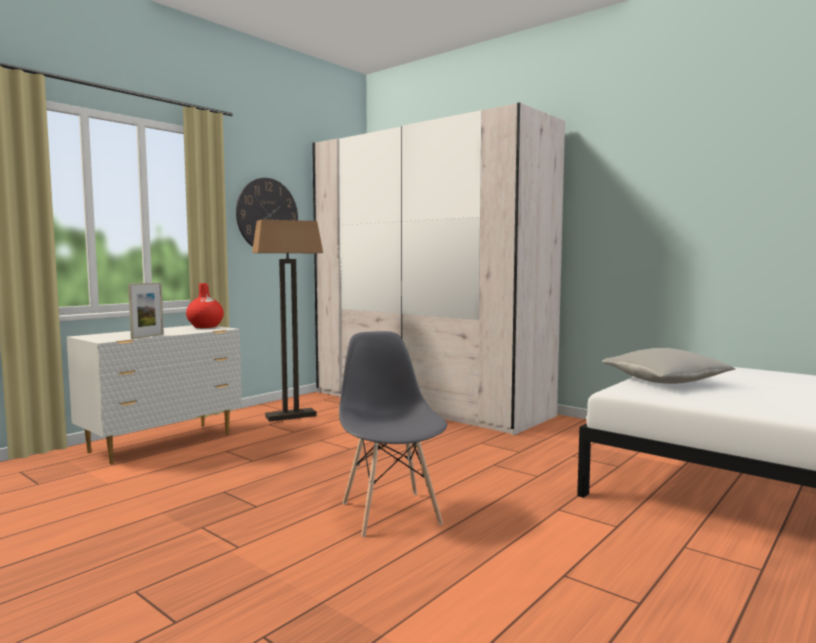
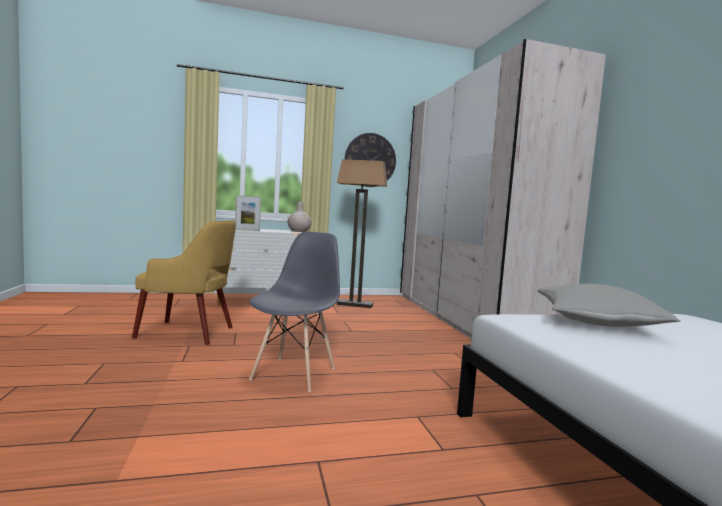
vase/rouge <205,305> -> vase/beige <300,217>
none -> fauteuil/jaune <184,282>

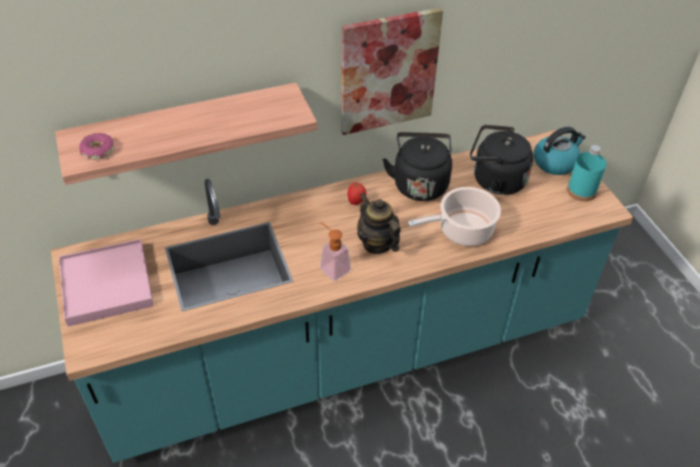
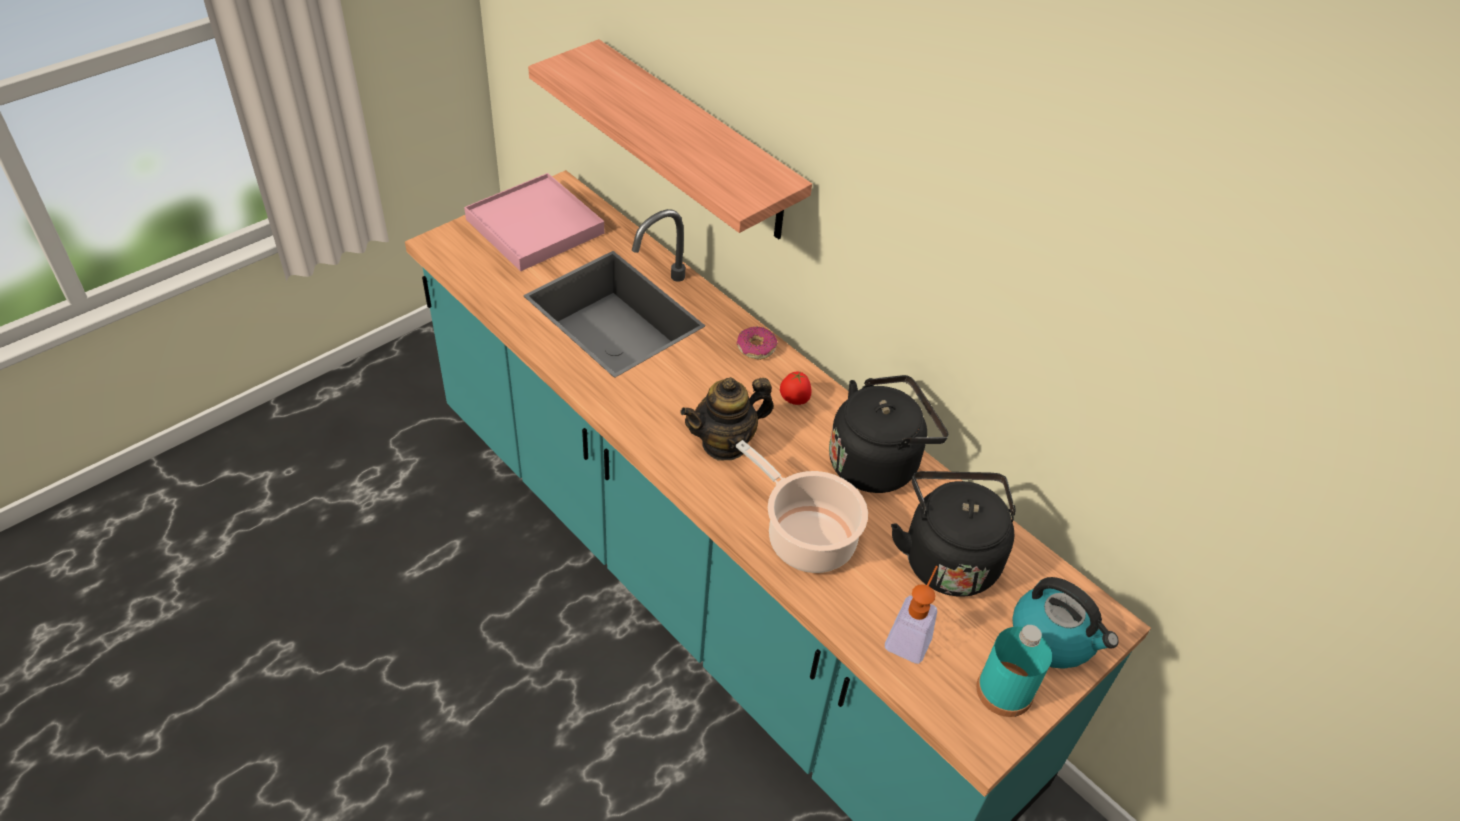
tableau <392,71> -> none
beignet <96,146> -> beignet <757,343>, relocated
théière <379,223> -> théière <727,419>, 150 degrees counterclockwise
distributeur de savon <335,251> -> distributeur de savon <911,615>, relocated

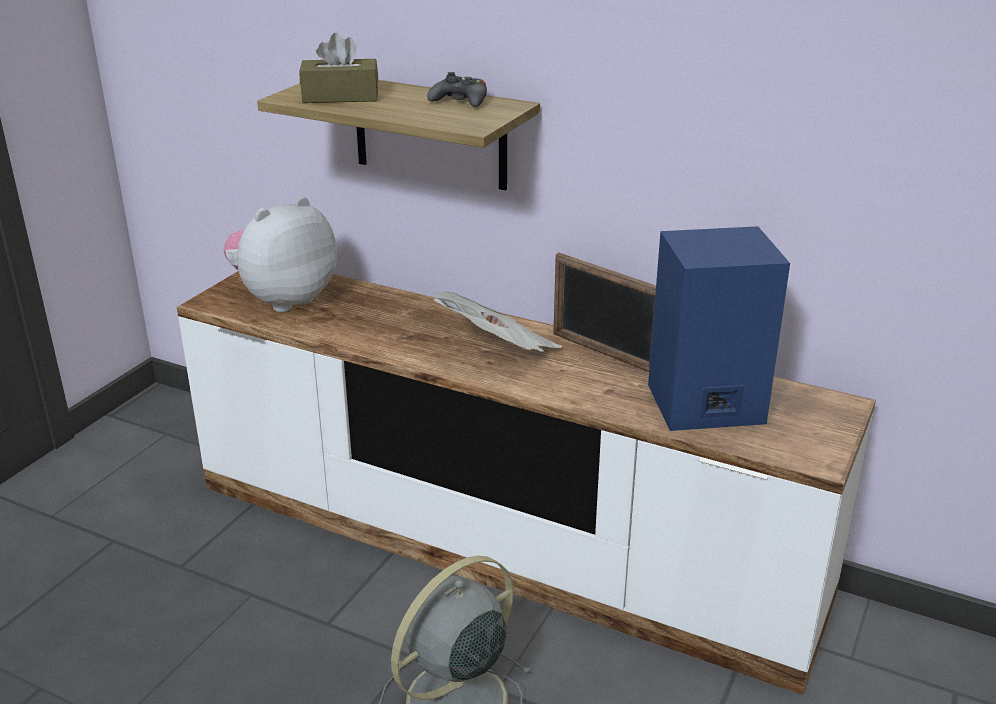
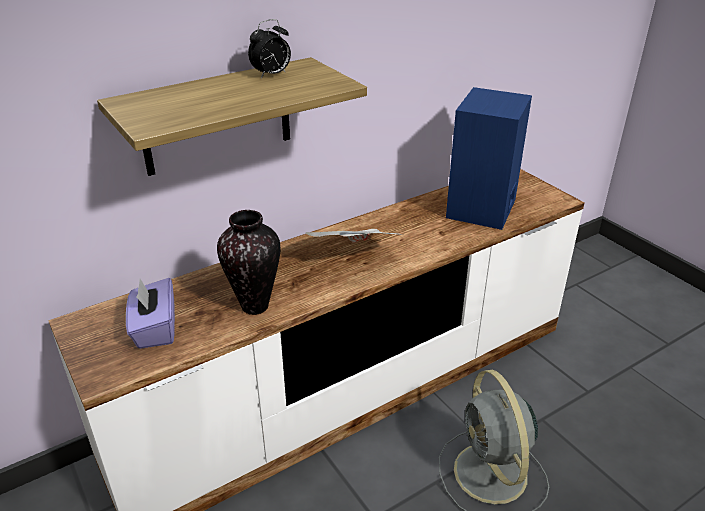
boîte à mouchoirs/marron <338,68> -> none
manette/noir <457,89> -> réveil <269,48>
peluche <280,254> -> boîte à mouchoirs/violet <150,313>
cadre photo <604,312> -> none
none -> vase <248,262>

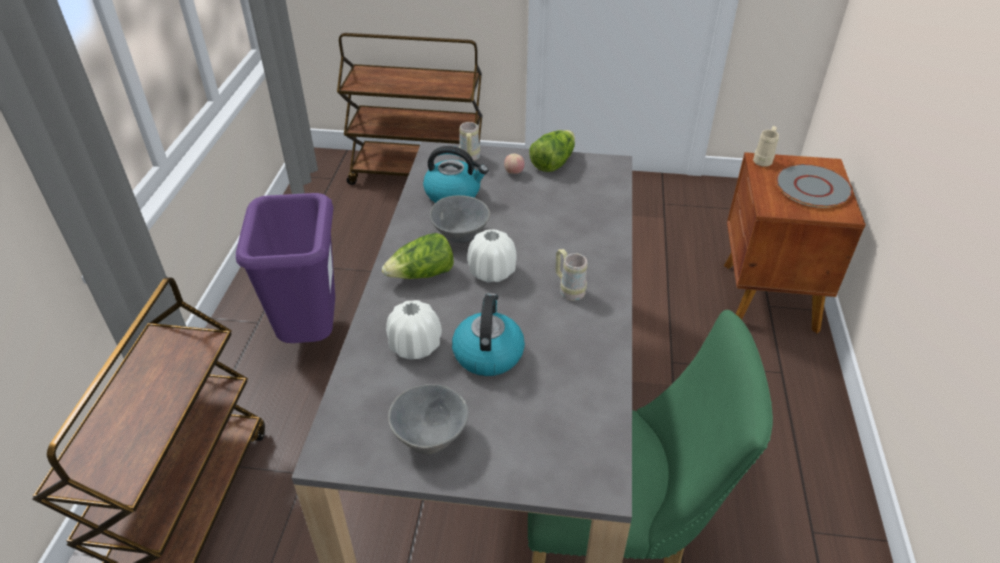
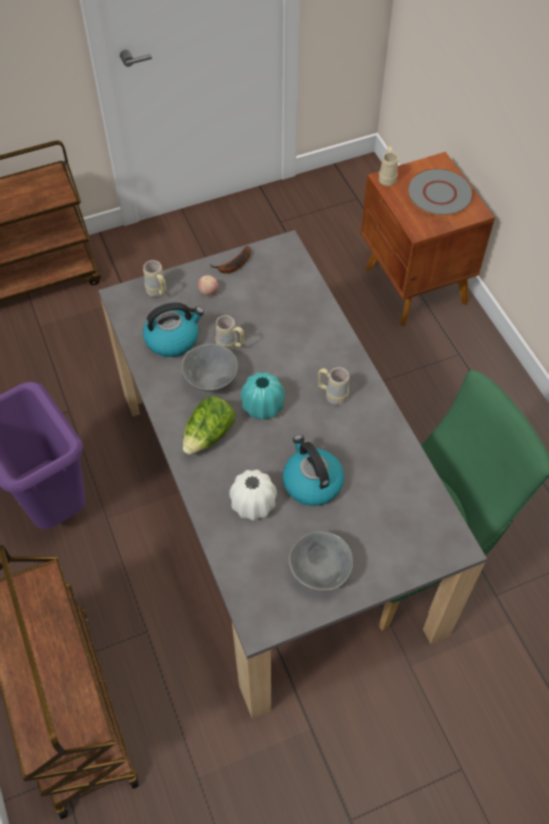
laitue <552,151> -> banane <230,259>
vase/blanc <492,256> -> vase/turquoise <262,396>
none -> mug/beige <229,333>

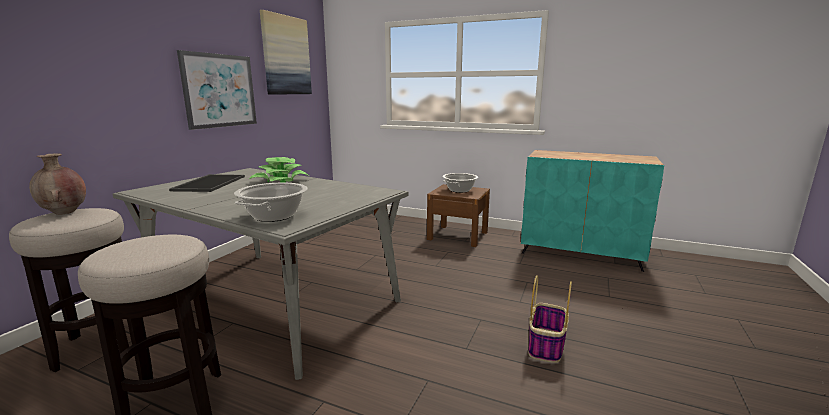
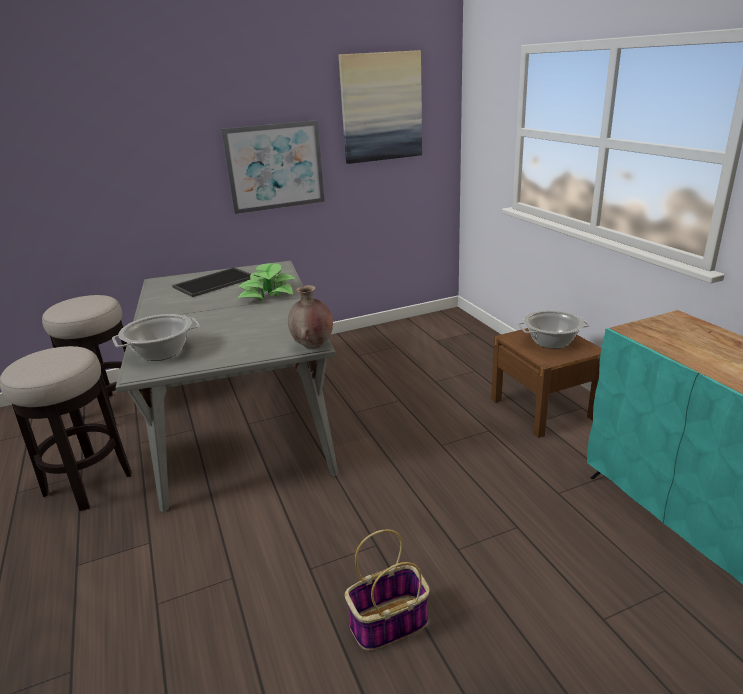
vase/marron <57,184> -> vase/marron <310,317>, relocated

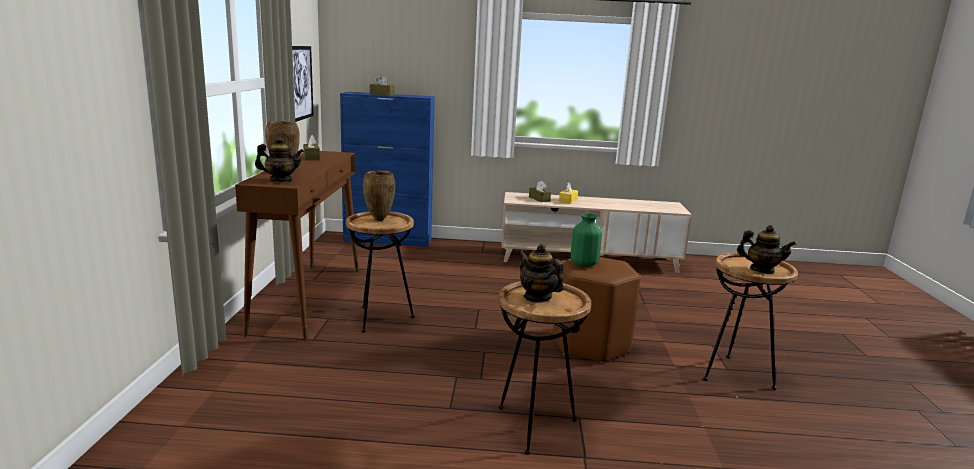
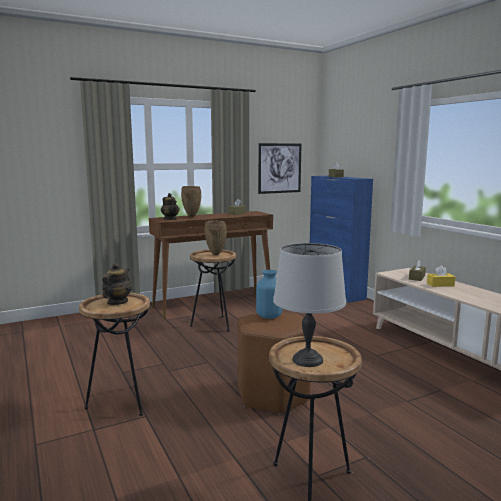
vase/vert <586,240> -> vase/bleu <269,294>
théière <766,249> -> lampe de table/gris <309,305>

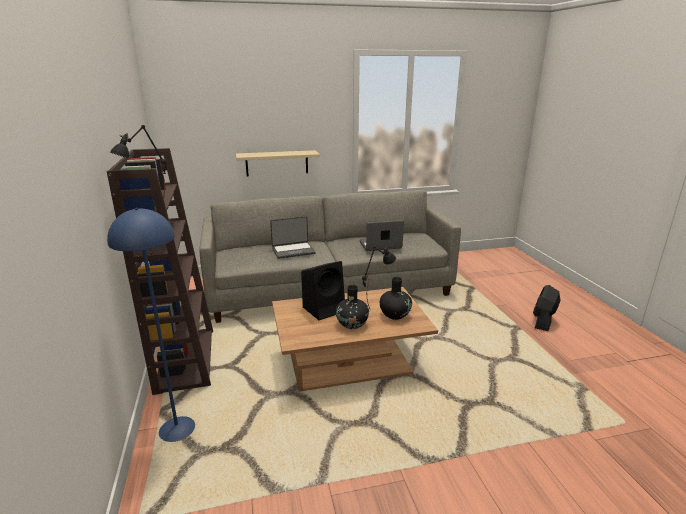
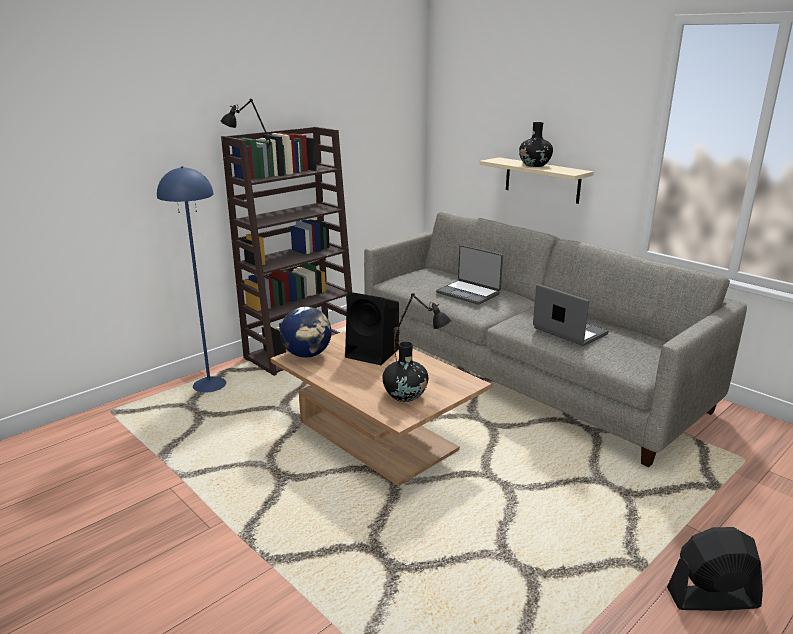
vase/noir <352,307> -> vase/noir <536,144>, relocated
none -> globe <306,332>

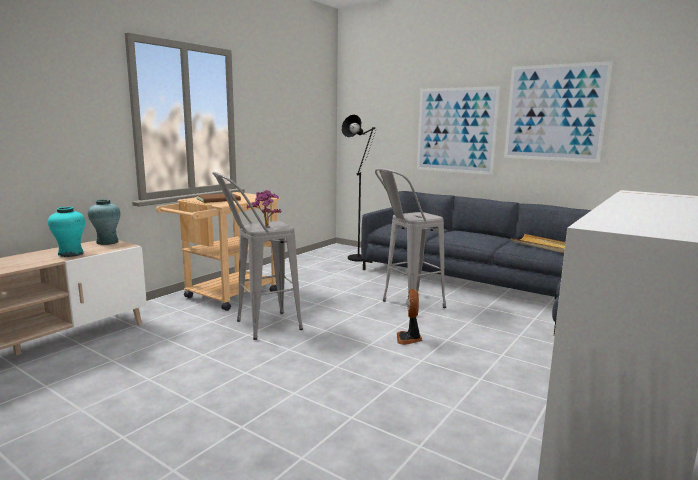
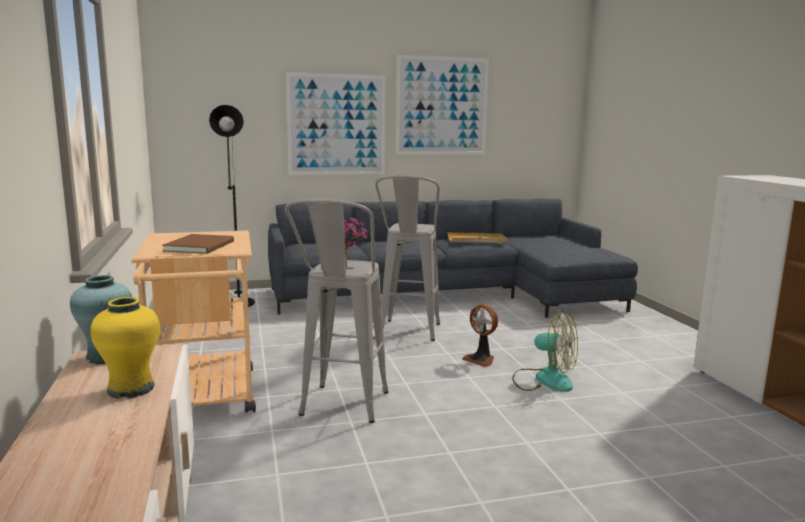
vase/turquoise <66,232> -> vase/jaune <125,348>
none -> ventilateur <545,351>

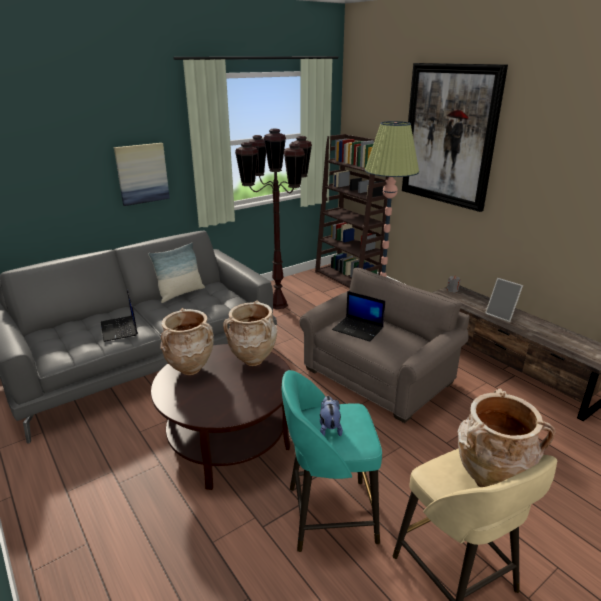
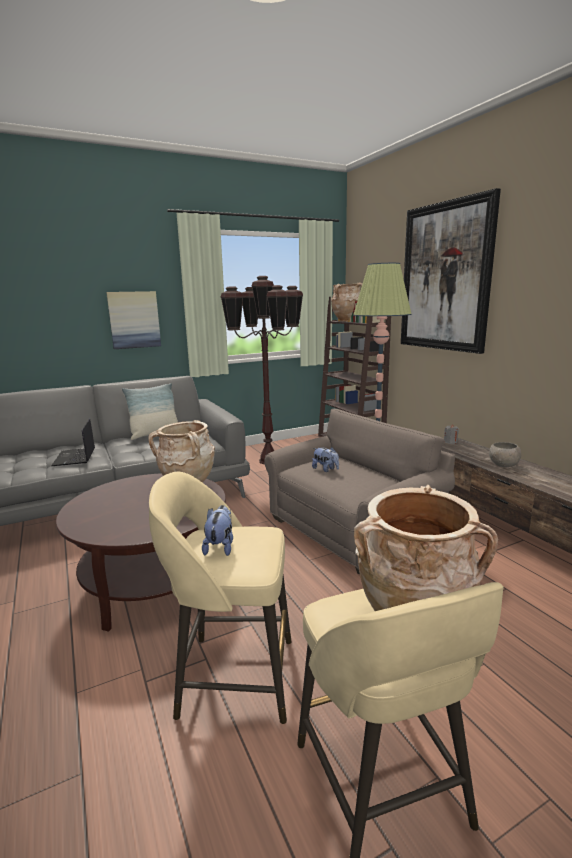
cadre photo <504,300> -> bol/gris <505,454>
ordinateur portable <358,316> -> peluche <325,459>
vase/beige <187,341> -> vase/beige <347,302>, relocated
tabouret/turquoise <331,461> -> tabouret/beige <220,598>

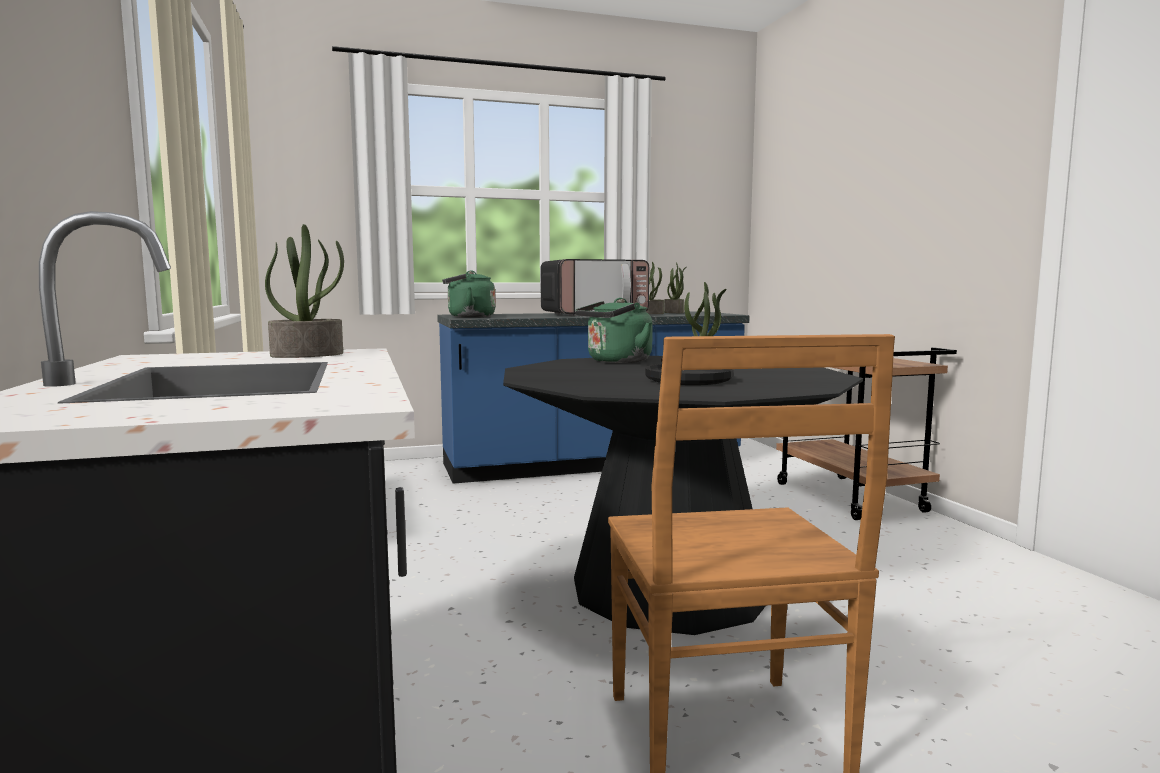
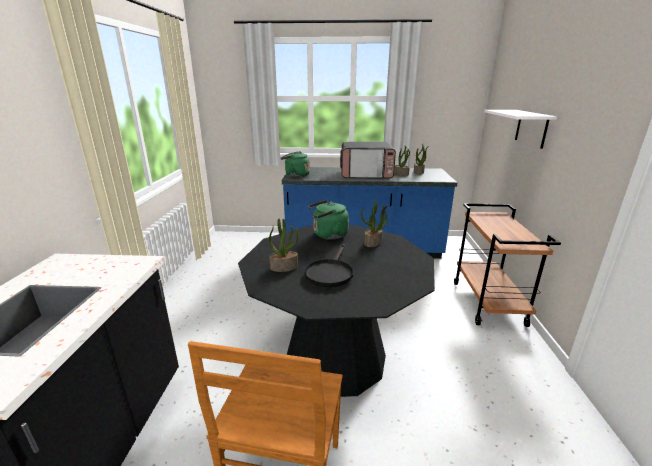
plante en pot <304,291> -> plante en pot <283,245>, relocated
none -> étagère/blanc <520,129>

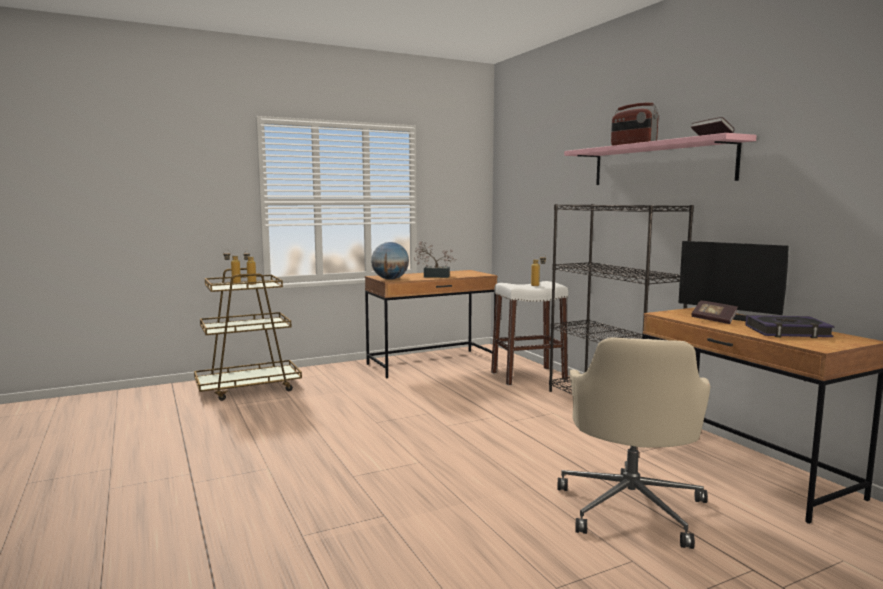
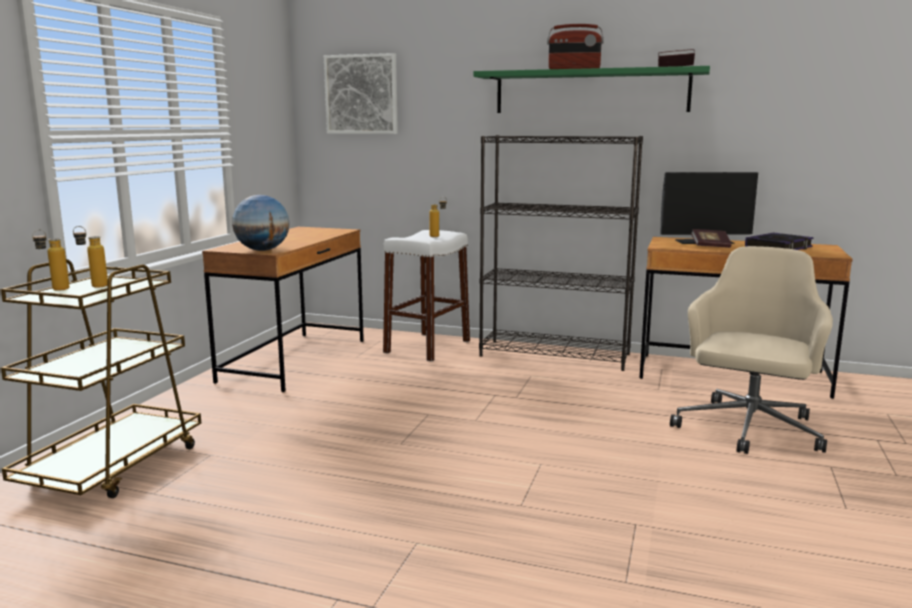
étagère/rose <660,159> -> étagère/vert <591,89>
plante en pot <435,259> -> none
chaise de bureau/beige <633,443> -> chaise de bureau/beige <751,350>, 120 degrees counterclockwise
none -> tableau <361,93>

